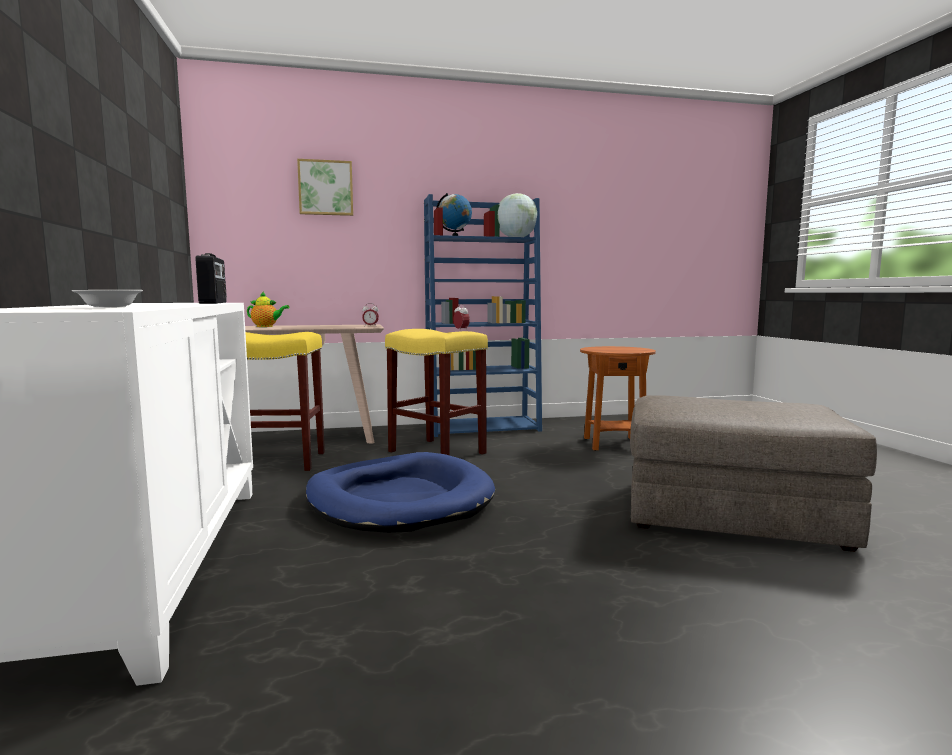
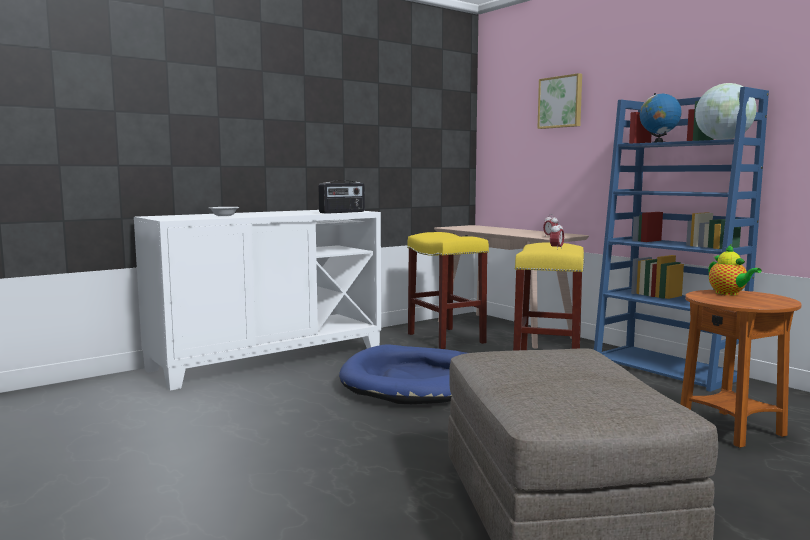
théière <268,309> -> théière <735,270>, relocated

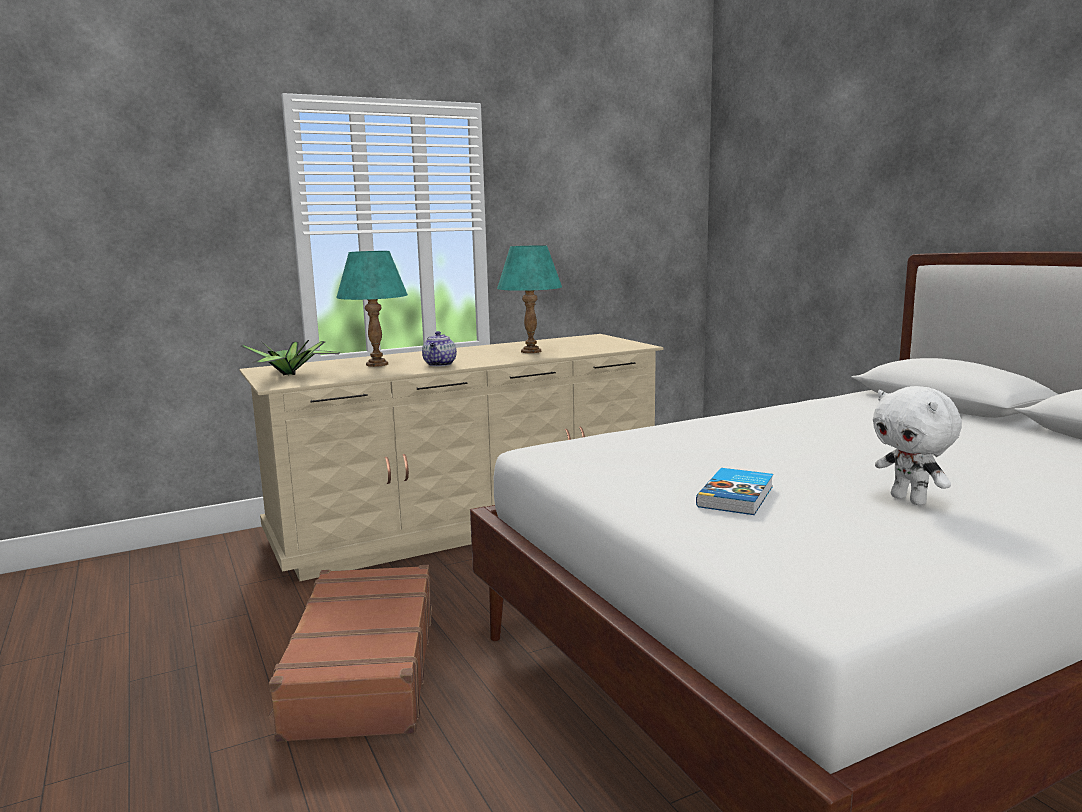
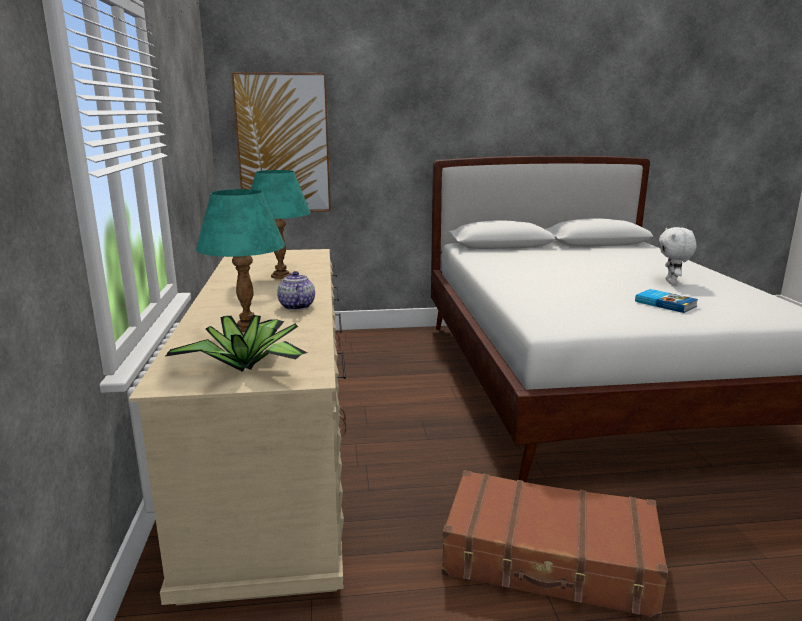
théière <439,349> -> théière <296,290>, 135 degrees counterclockwise
peluche/blanc <917,445> -> peluche/blanc <678,255>, 105 degrees clockwise
none -> tableau <281,142>

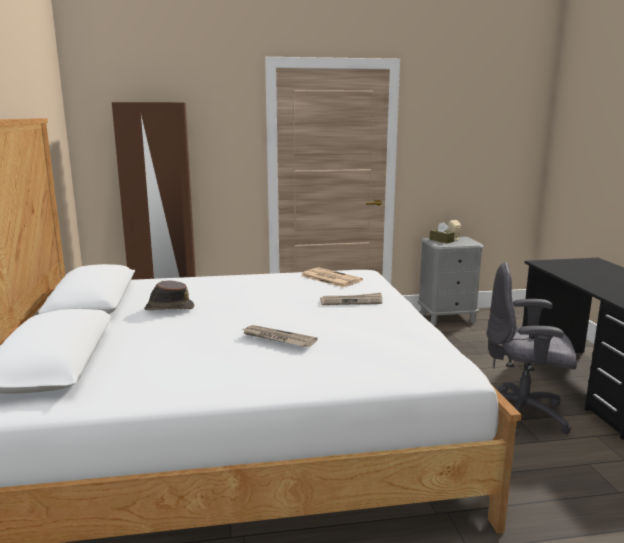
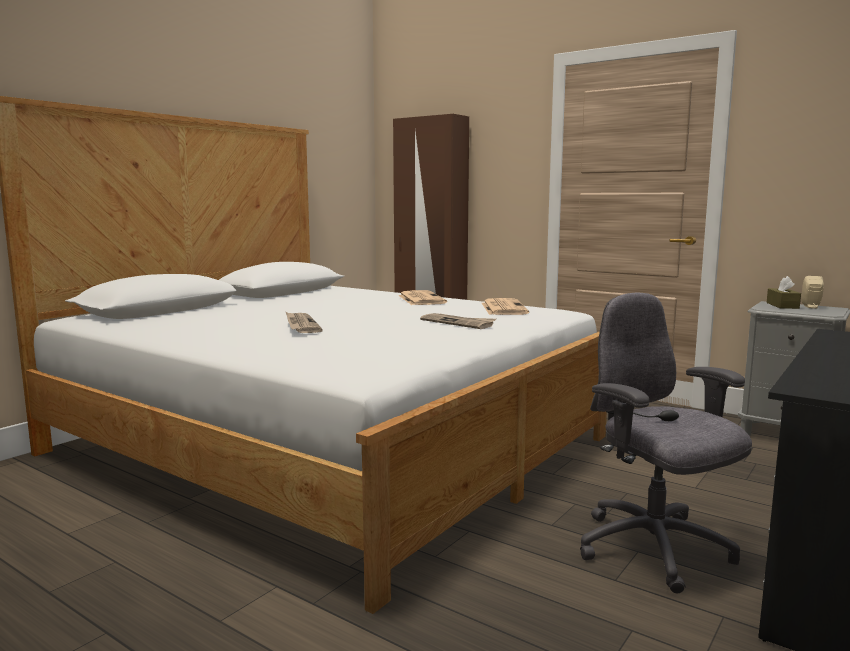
chapeau/marron <169,295> -> none
none -> journal <422,297>

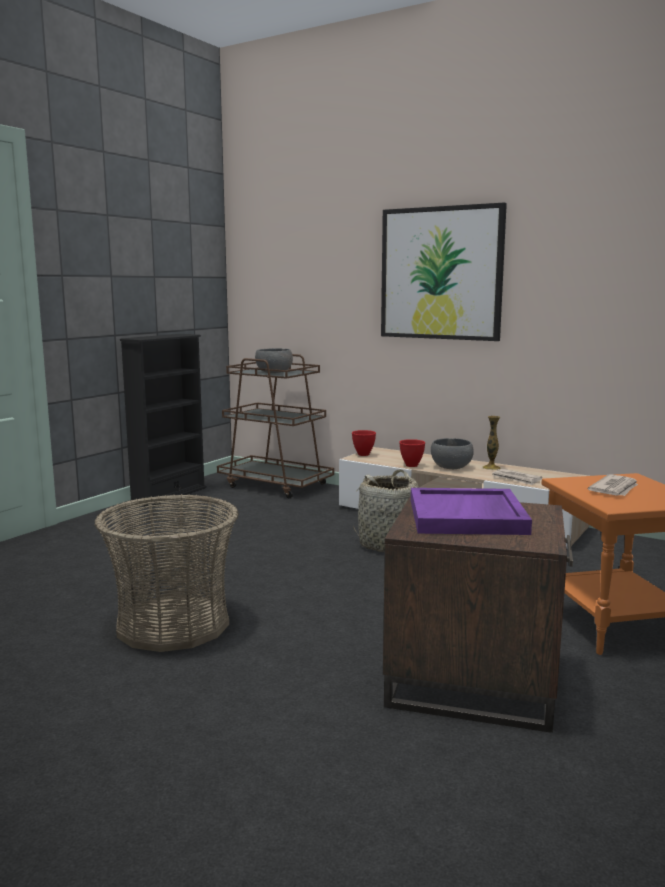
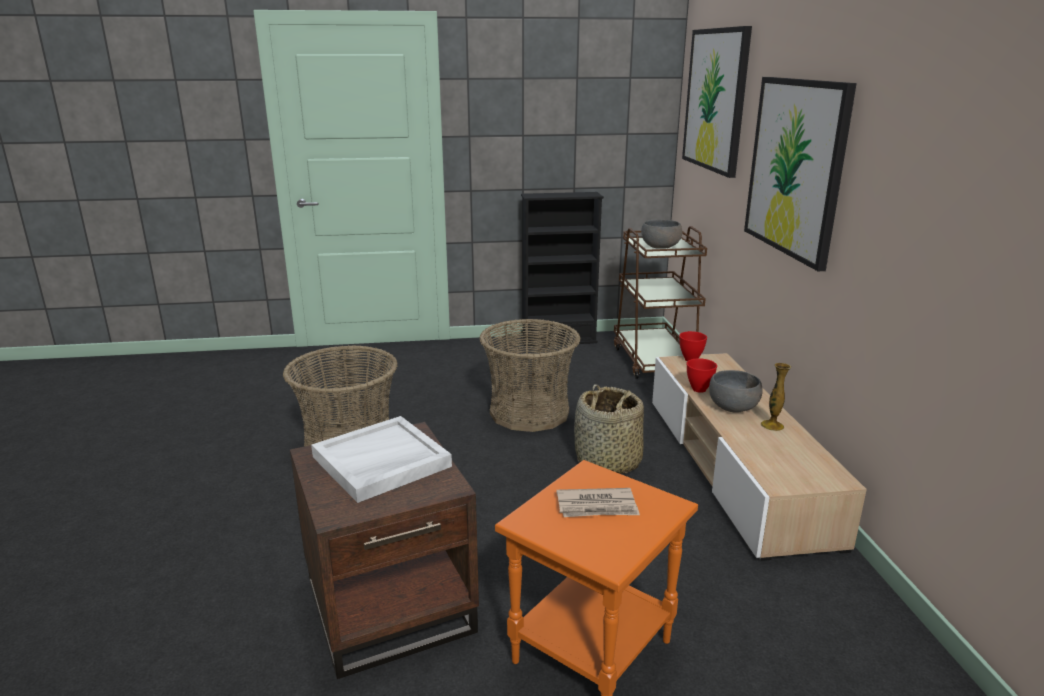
journal <517,477> -> none
plateau/violet <471,511> -> plateau/blanc <381,459>
none -> tableau <717,102>
none -> panier <530,375>

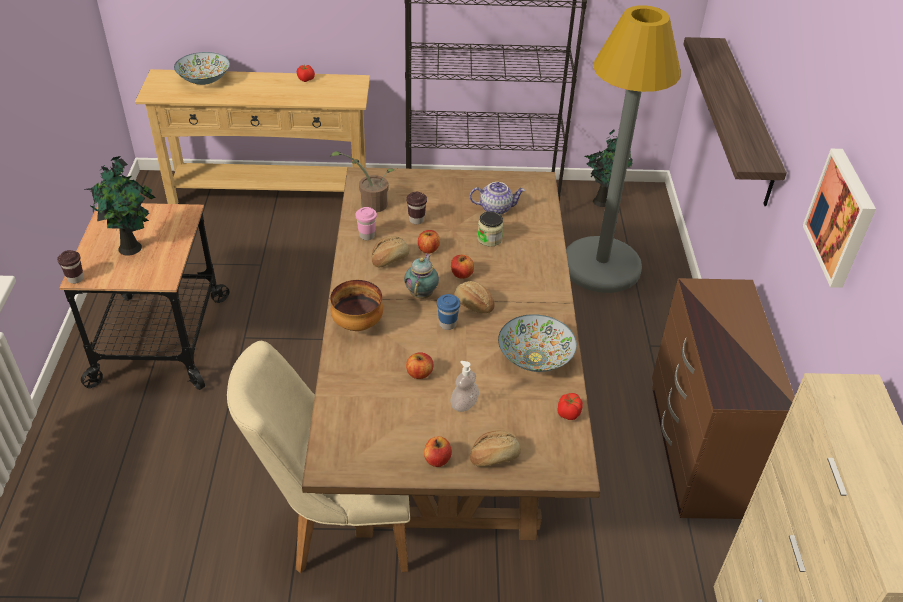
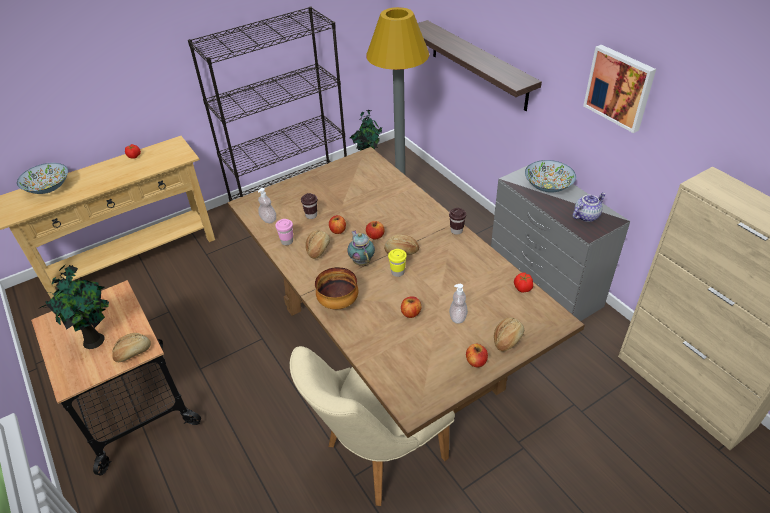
plante en pot <362,181> -> distributeur de savon <267,205>
théière <497,198> -> théière <589,207>, relocated
bocal <490,229> -> none
tasse/marron <70,267> -> tasse/marron <457,221>, relocated
commode/marron <723,398> -> commode/gris <560,241>
tasse/bleu <448,312> -> tasse/jaune <397,263>
bol <537,343> -> bol <550,176>, relocated
none -> pain <131,347>

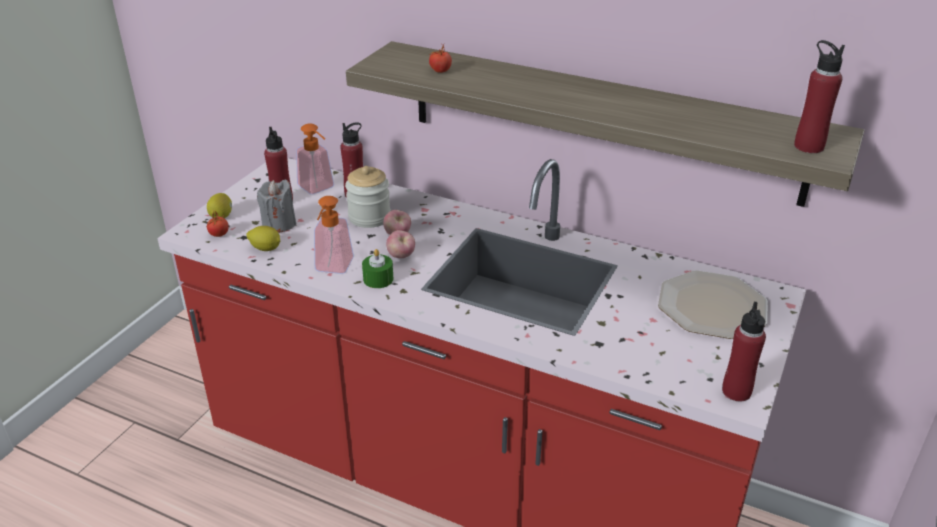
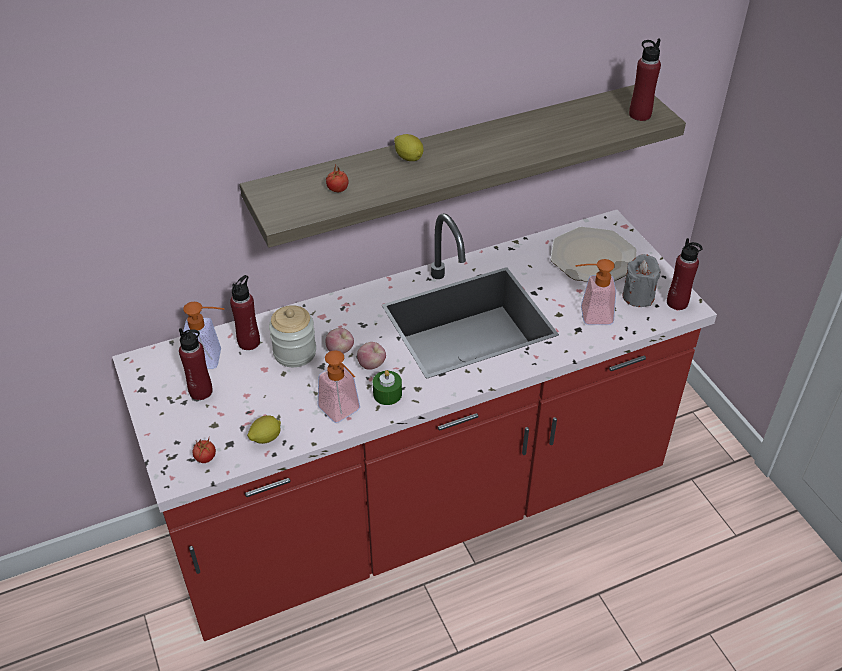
bougie/gris <276,206> -> bougie/gris <641,280>, relocated
citron <219,205> -> citron <409,147>, relocated
none -> distributeur de savon <595,292>

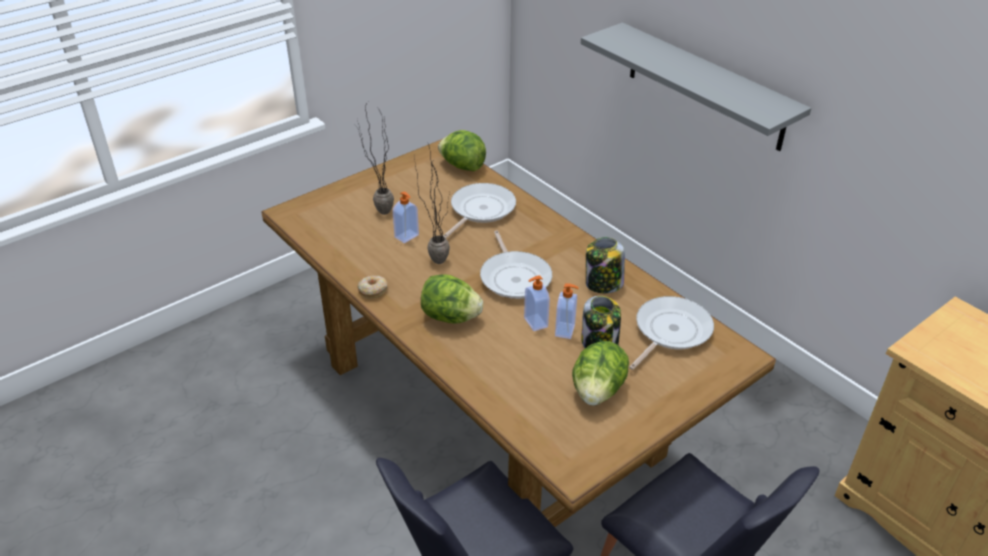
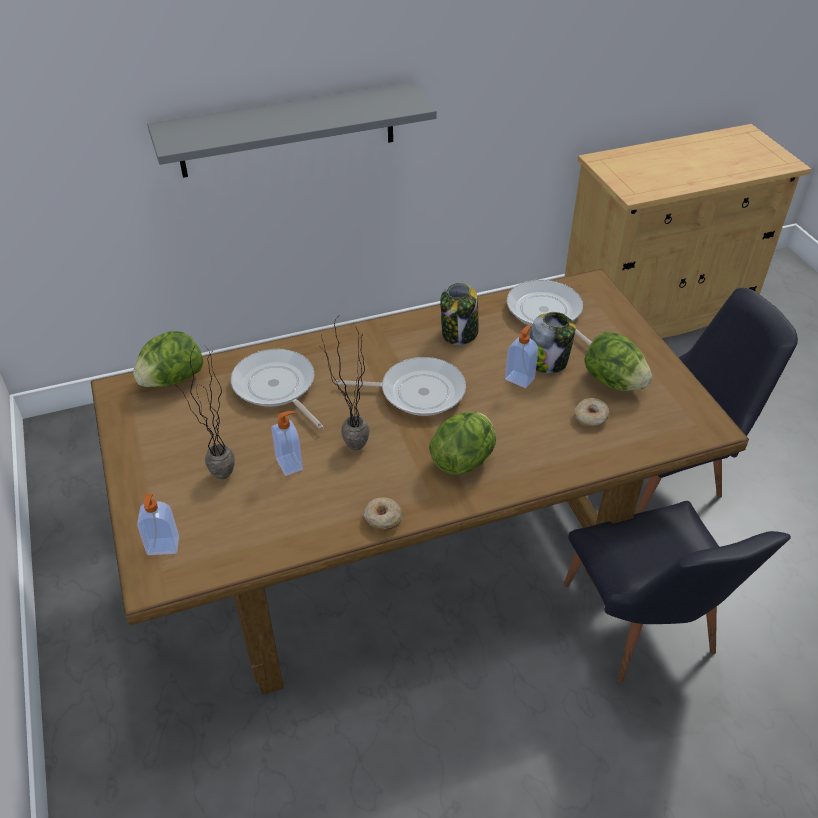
distributeur de savon <537,303> -> distributeur de savon <158,524>, relocated
none -> beignet <592,413>

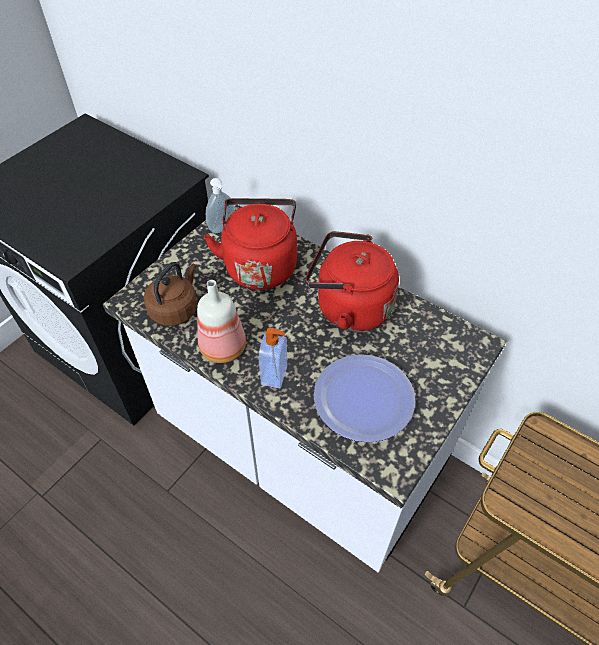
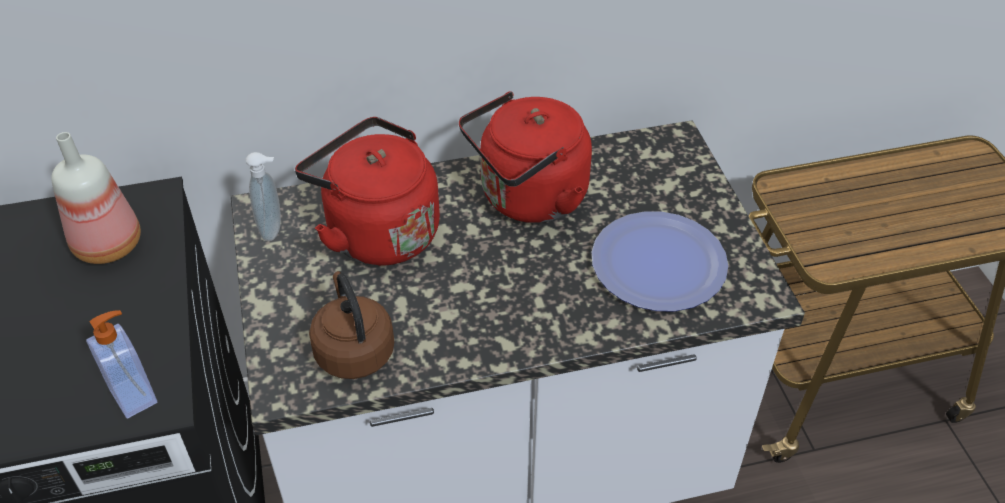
bouteille <221,321> -> bouteille <96,198>, relocated
distributeur de savon <273,358> -> distributeur de savon <121,364>, relocated

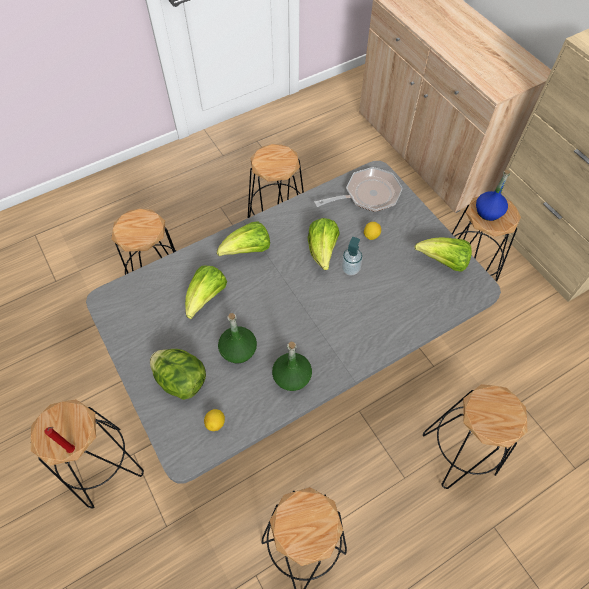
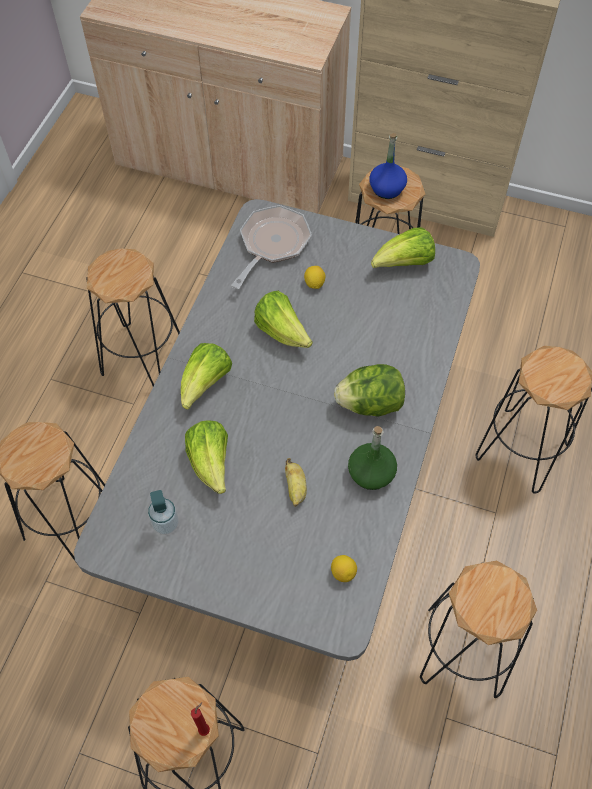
distributeur de savon <352,256> -> distributeur de savon <163,512>, relocated
bouteille/vert <237,338> -> banane <296,482>
laitue <178,374> -> laitue <369,390>, relocated

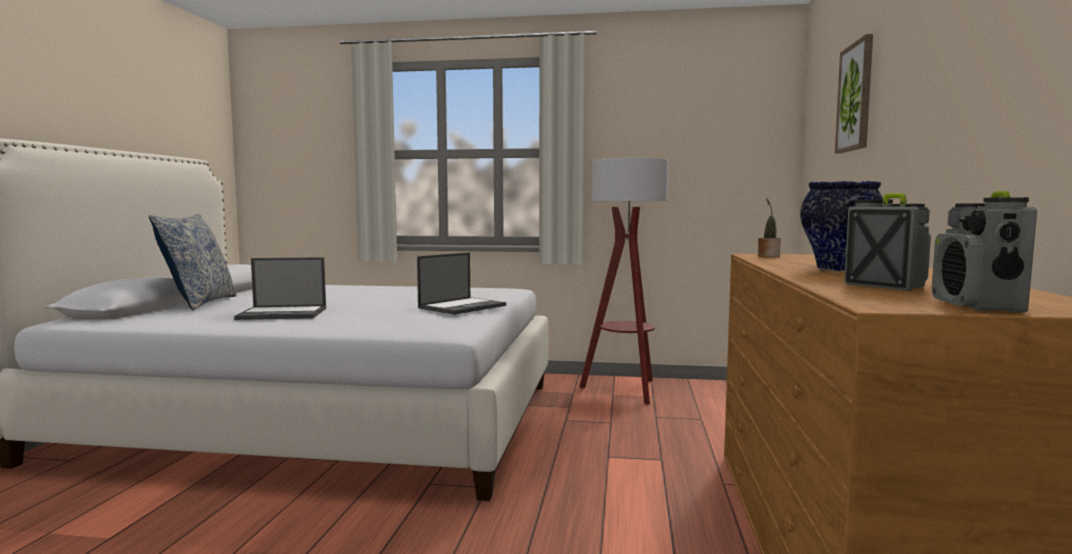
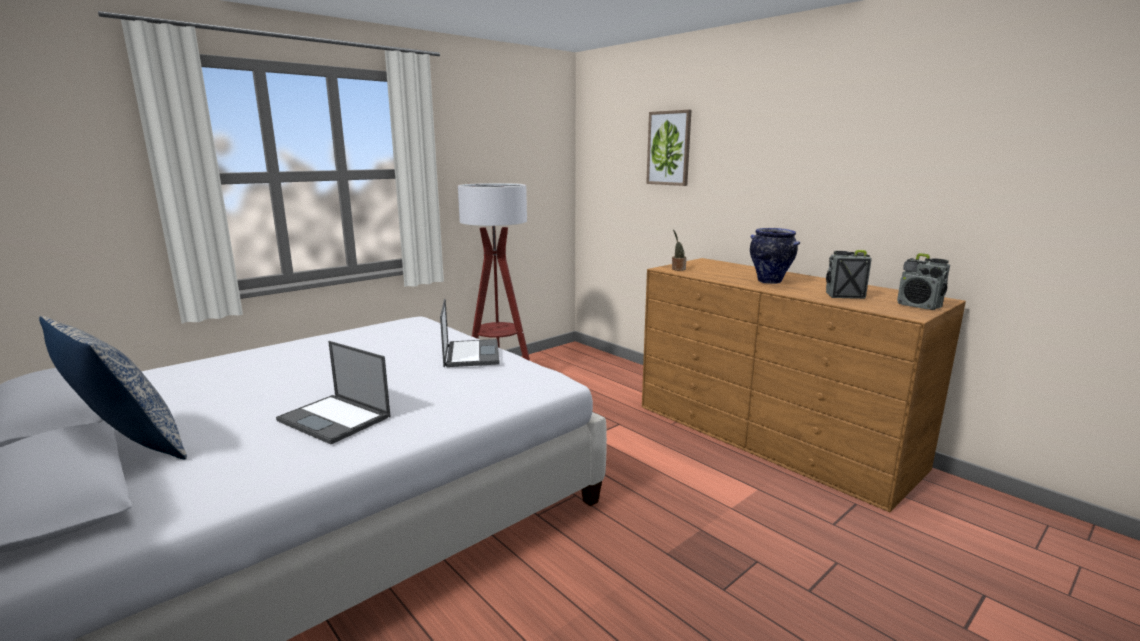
ordinateur portable <280,288> -> ordinateur portable <333,392>, 90 degrees clockwise

